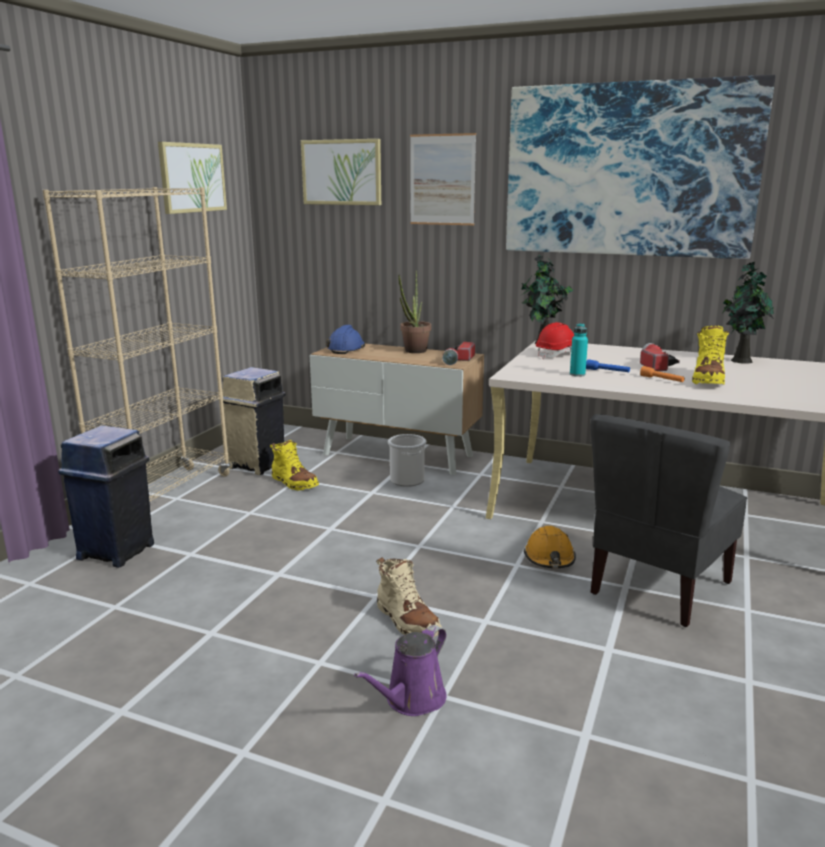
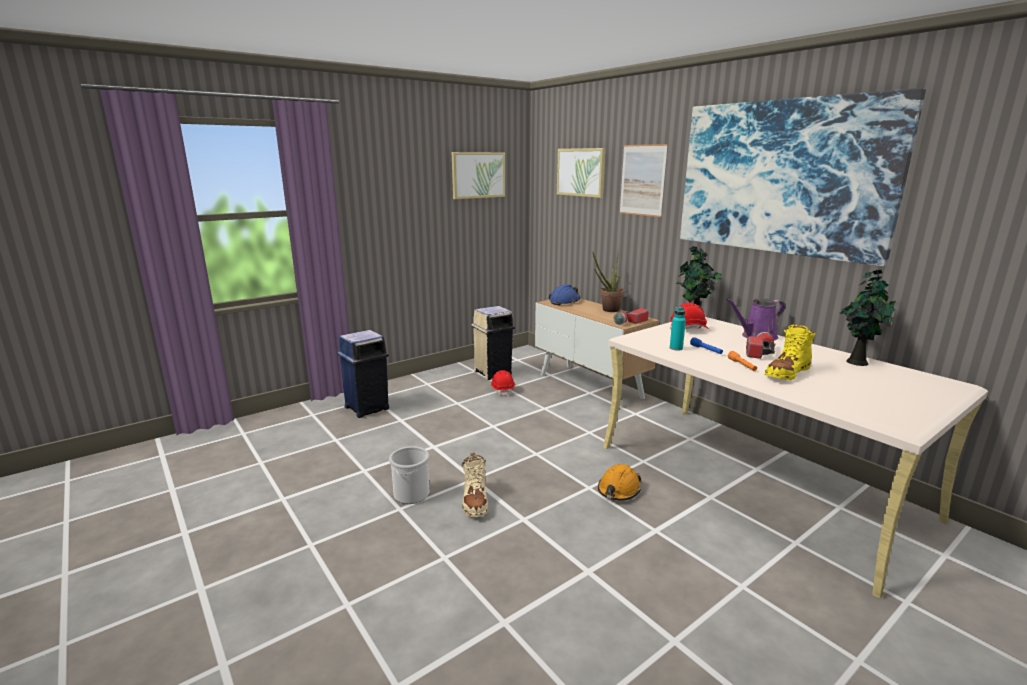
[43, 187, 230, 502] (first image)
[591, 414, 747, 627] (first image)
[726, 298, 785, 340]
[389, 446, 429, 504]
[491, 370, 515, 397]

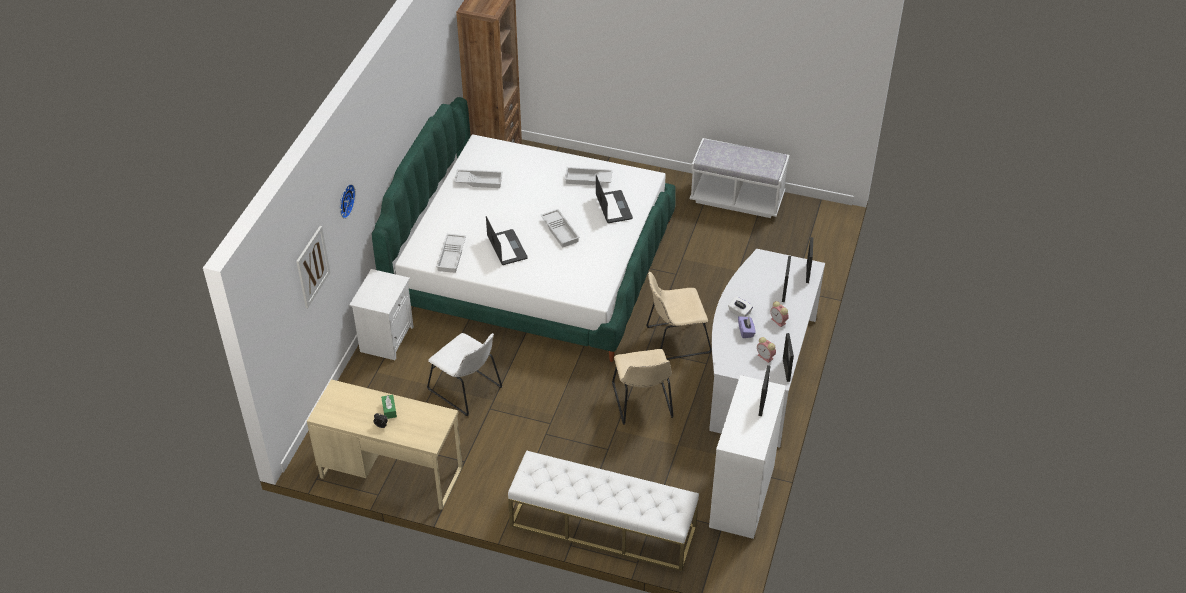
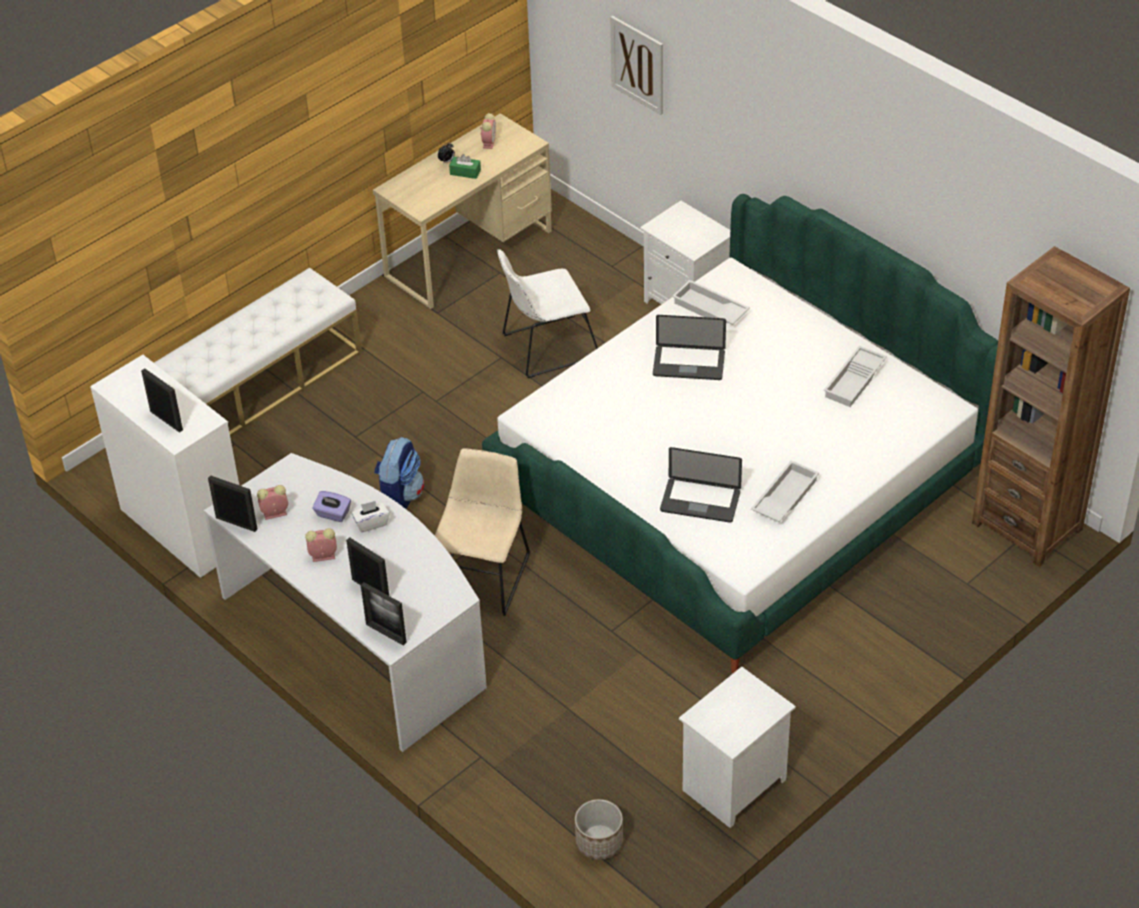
[340, 184, 356, 219] (first image)
[541, 209, 580, 248] (first image)
[480, 113, 496, 149]
[575, 799, 623, 860]
[374, 437, 424, 509]
[679, 667, 796, 828]

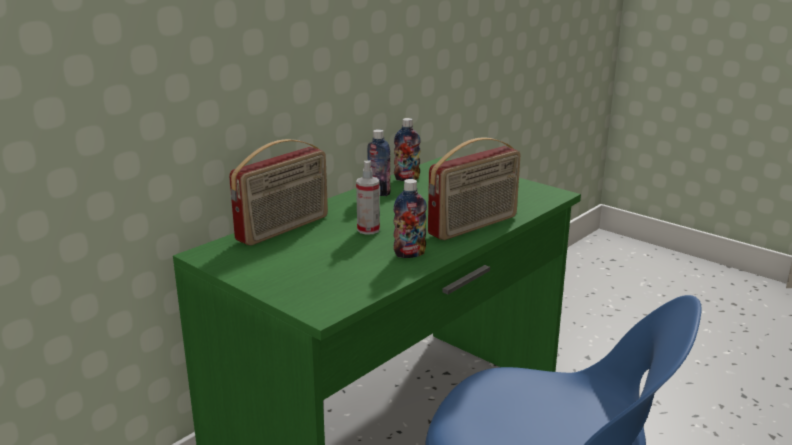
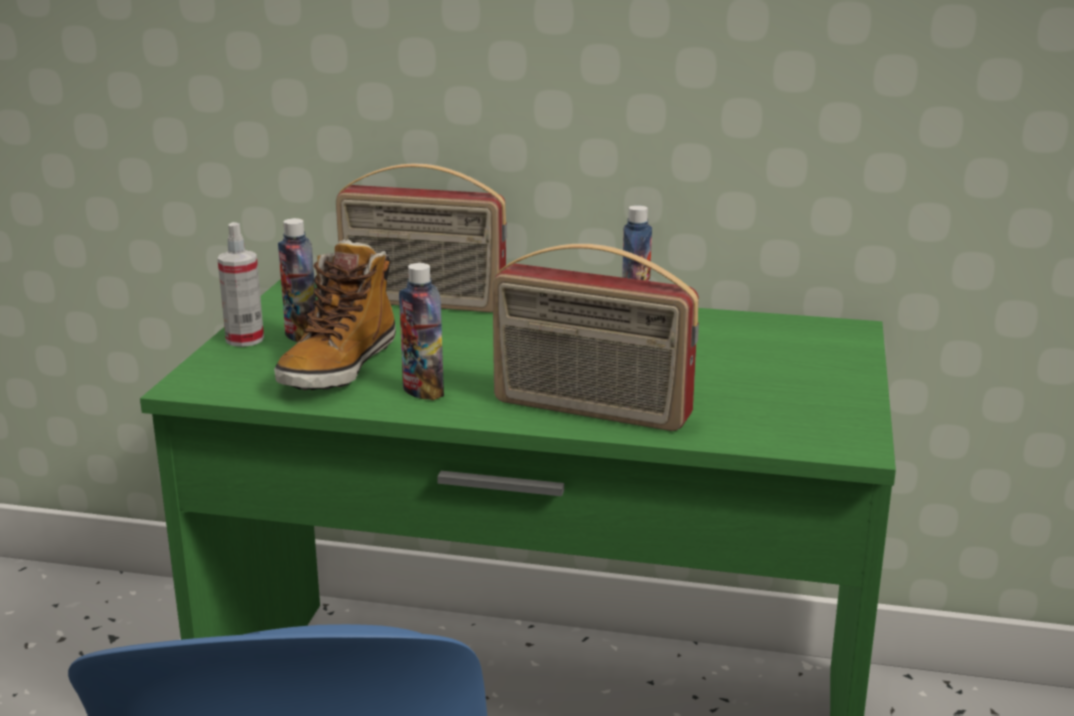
[274, 239, 396, 390]
[217, 222, 264, 347]
[278, 218, 316, 342]

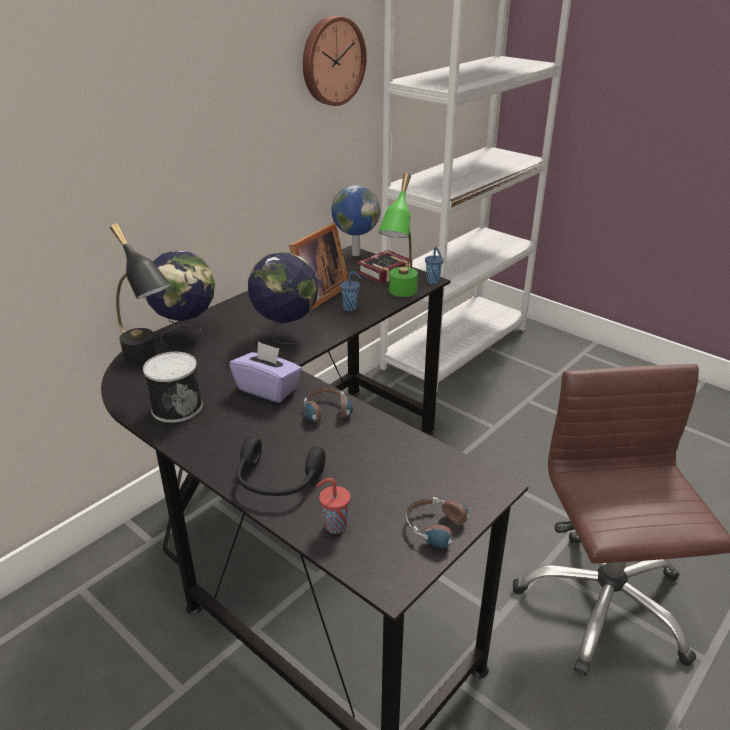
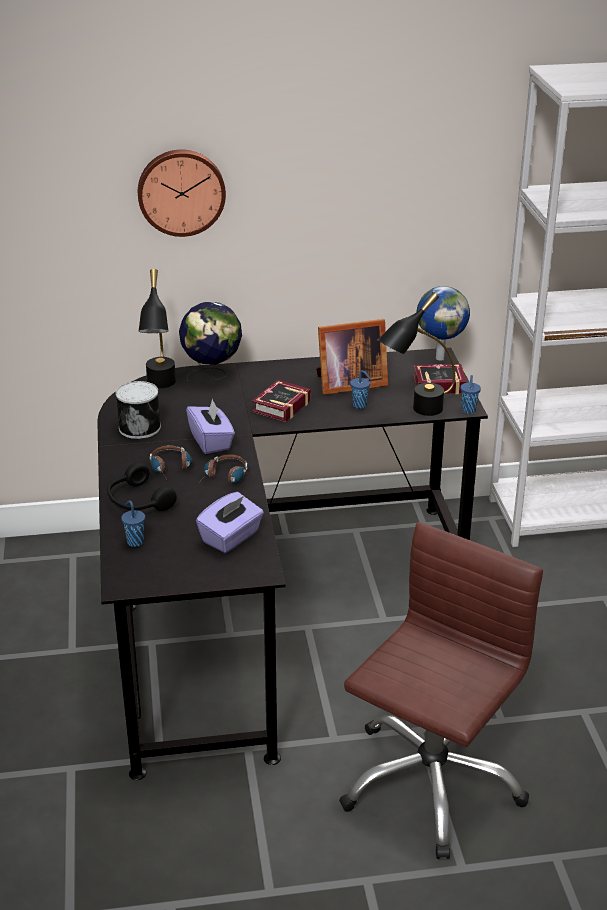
[196, 492, 264, 553]
[138, 150, 226, 237]
[150, 445, 192, 478]
[252, 380, 311, 422]
[121, 500, 145, 547]
[378, 292, 455, 416]

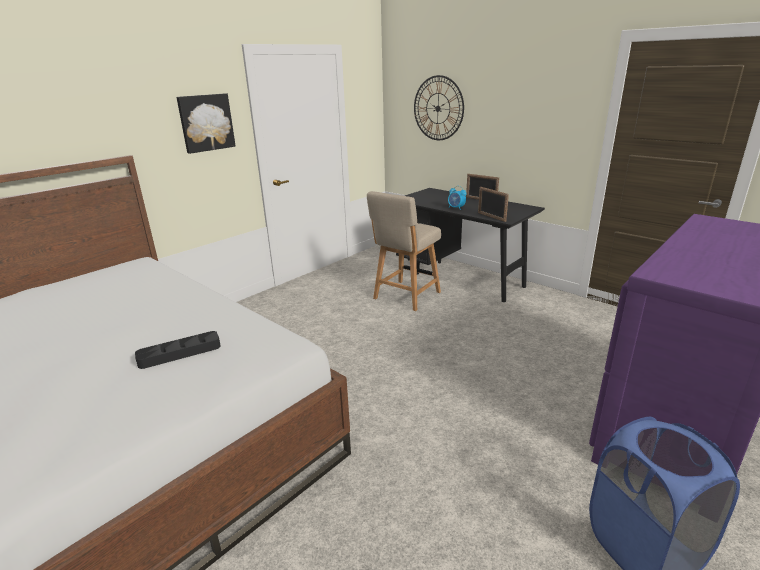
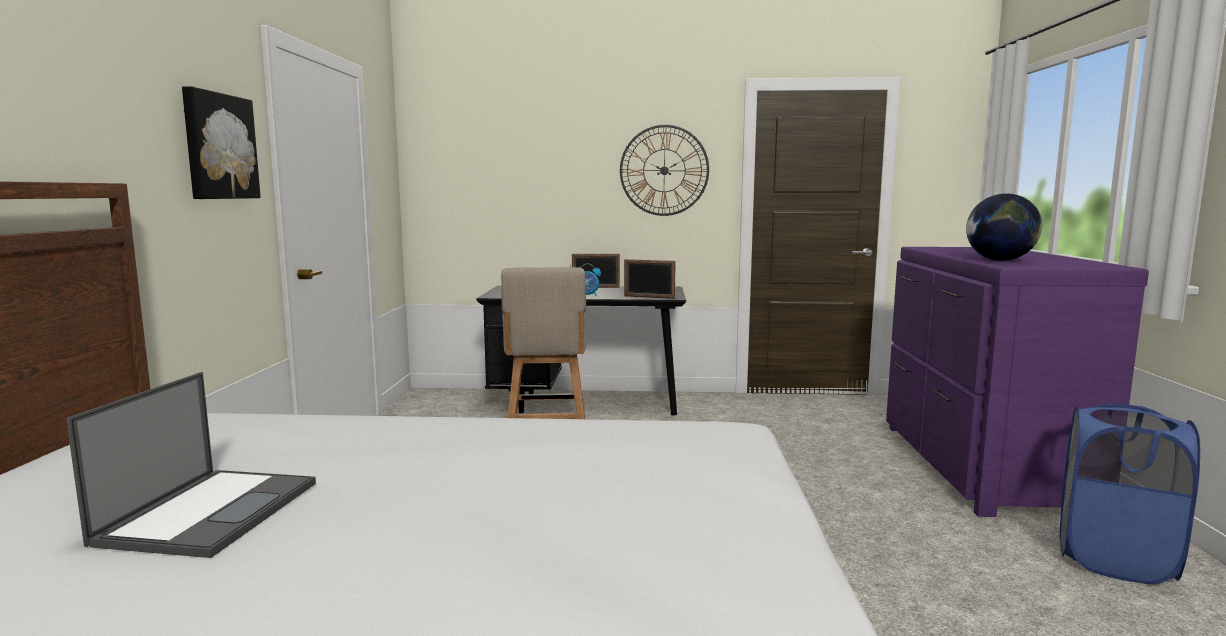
[135, 331, 221, 369] (first image)
[66, 372, 316, 558]
[966, 193, 1042, 261]
[620, 125, 709, 216]

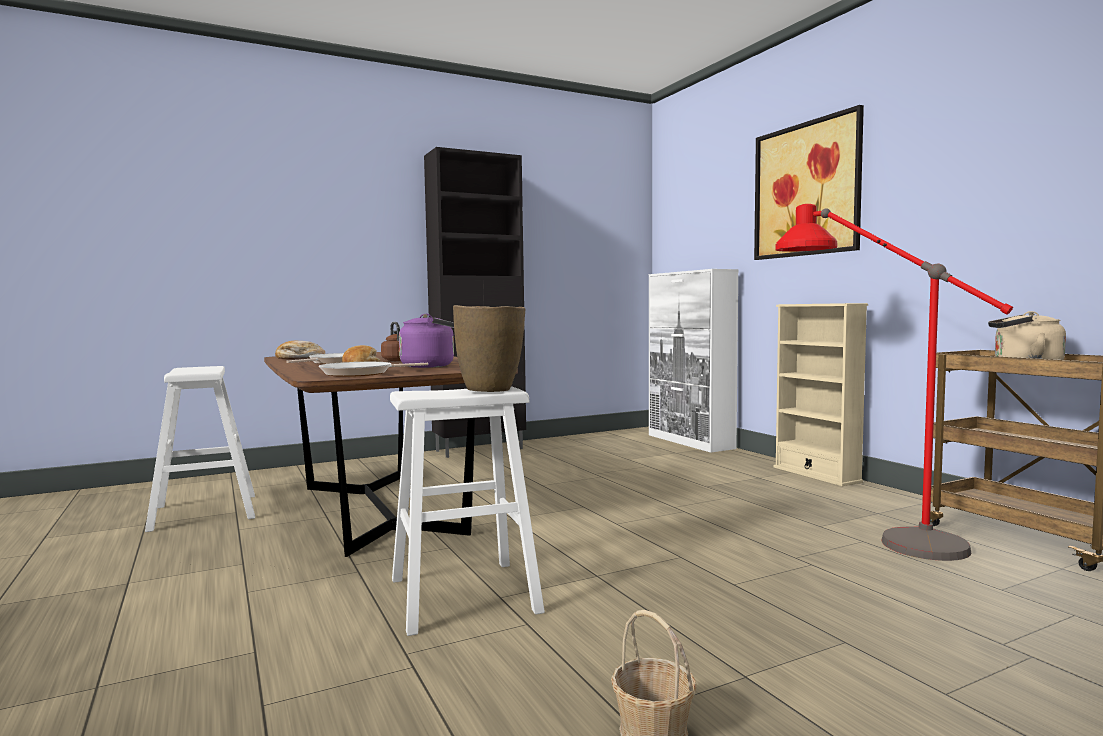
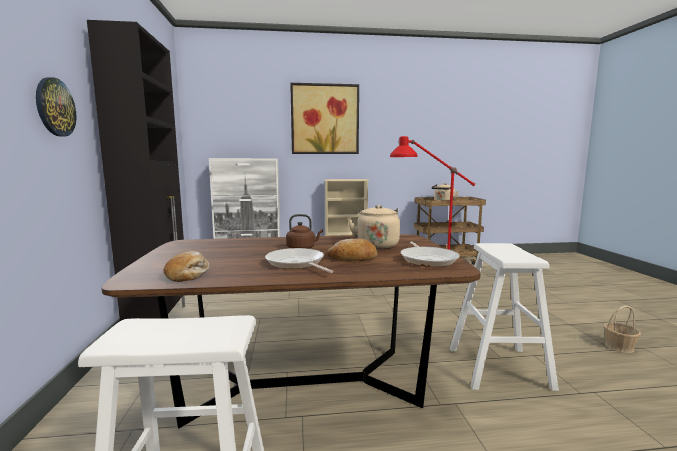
[453, 305, 525, 392] (first image)
[36, 77, 77, 137]
[348, 205, 400, 249]

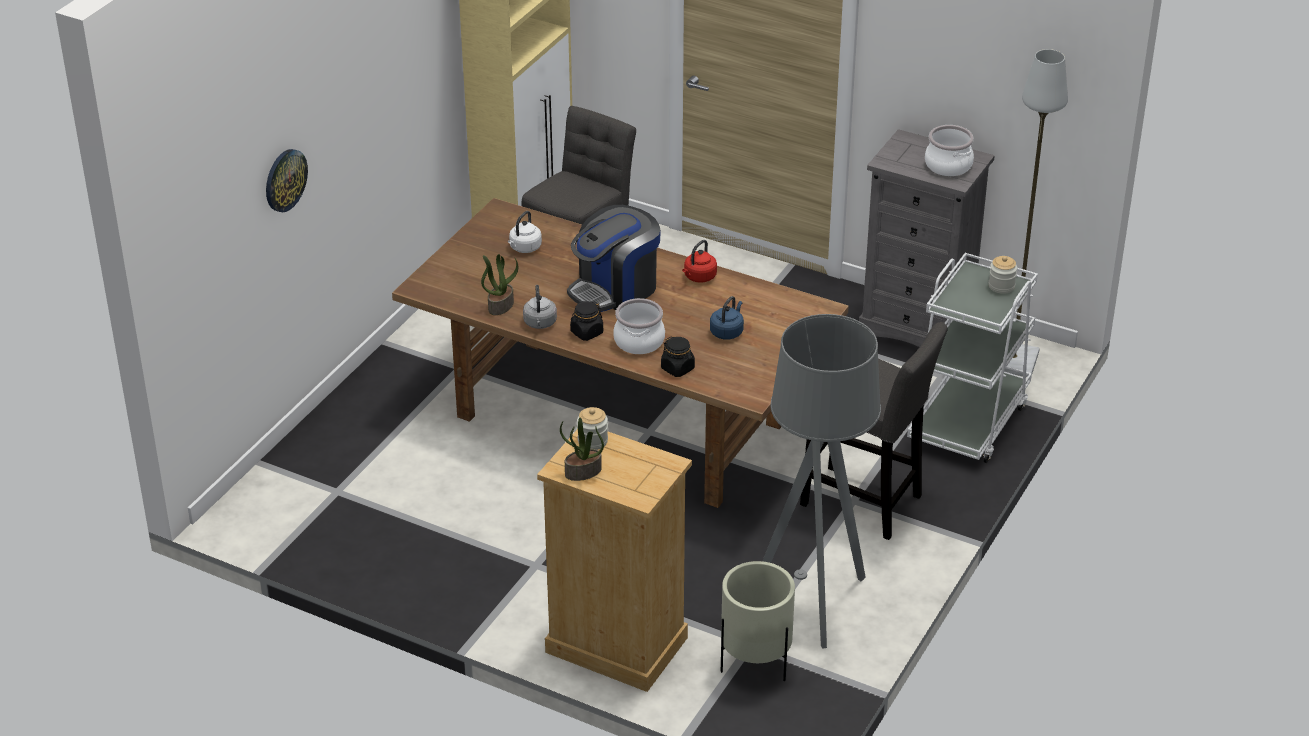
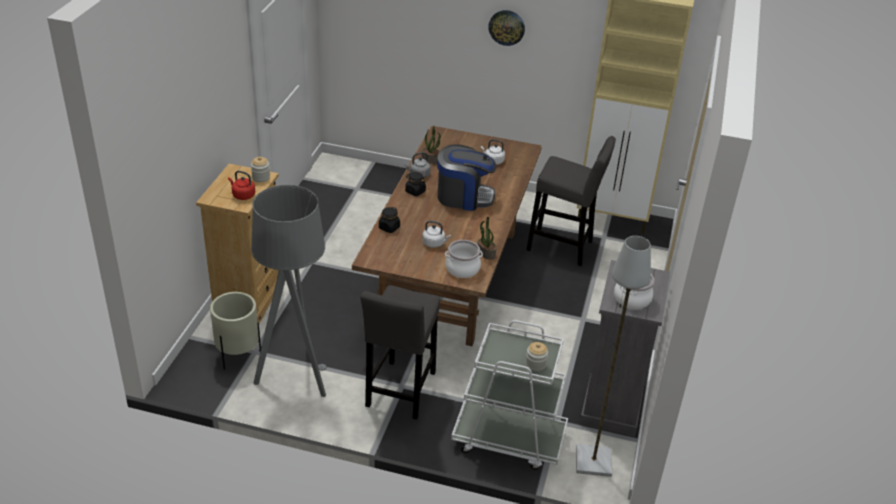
[488, 10, 525, 46]
[478, 217, 496, 260]
[445, 240, 483, 278]
[228, 171, 255, 200]
[422, 221, 451, 248]
[437, 144, 497, 211]

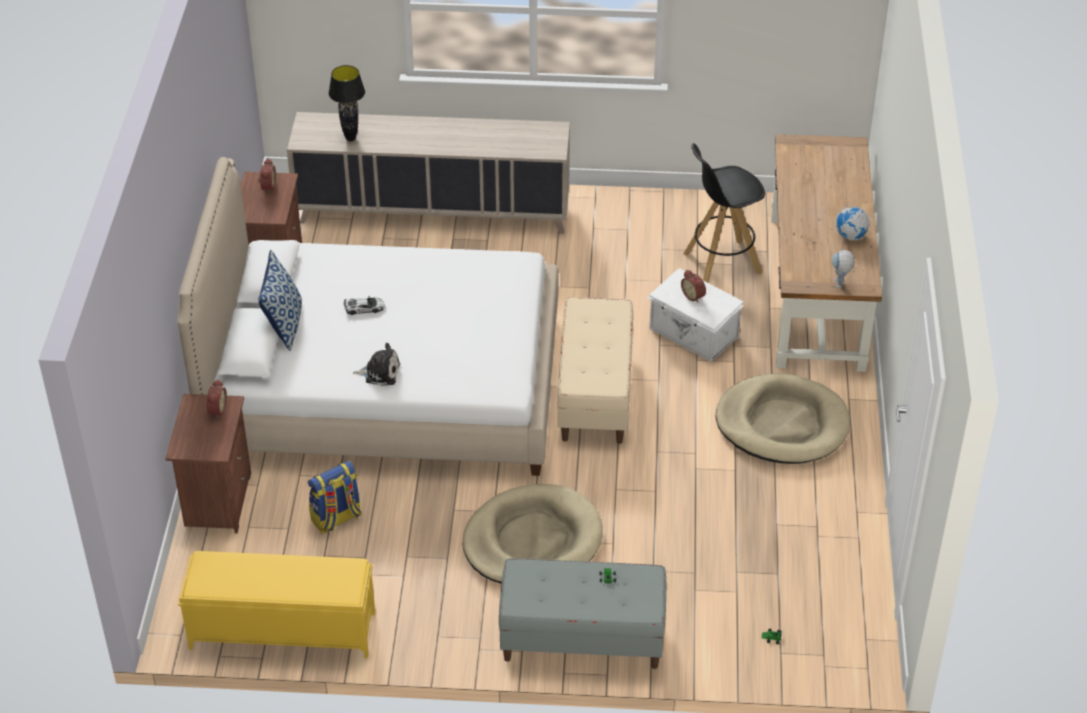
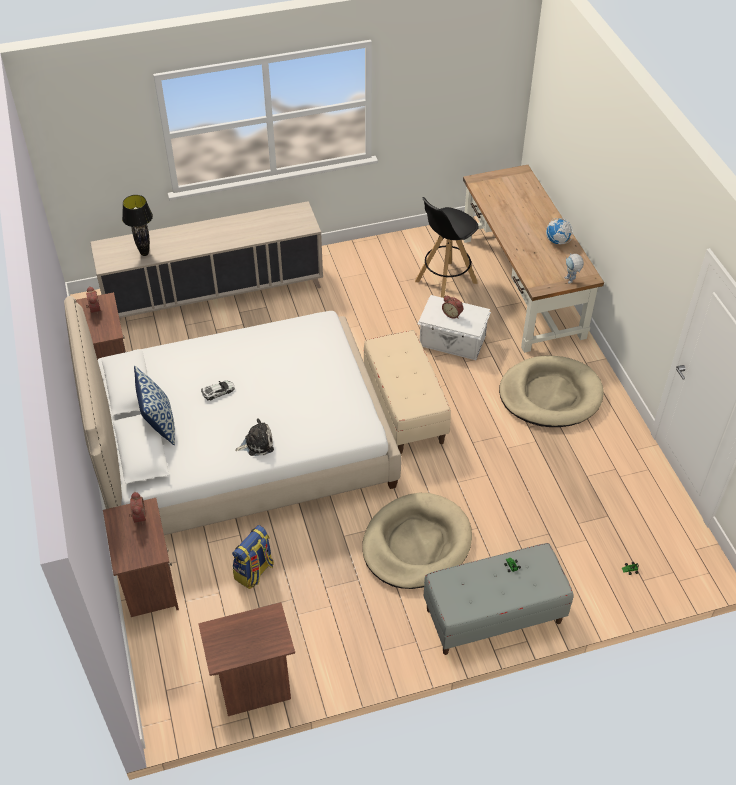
[198, 602, 295, 716]

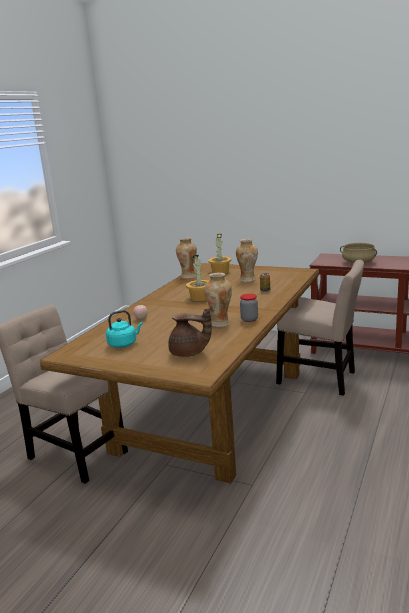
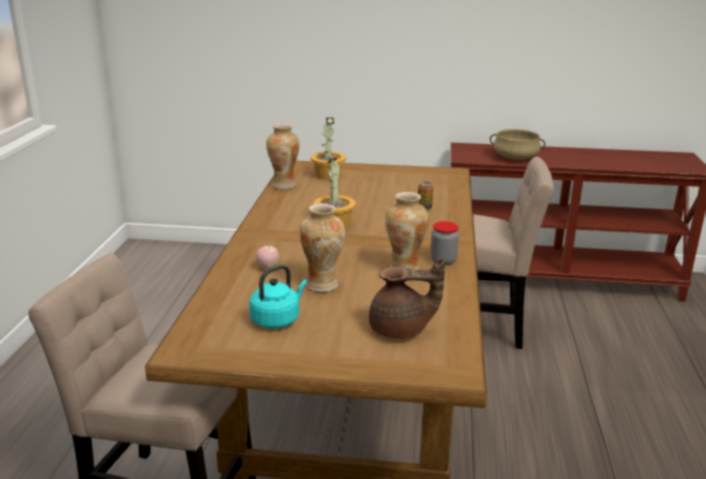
[300, 203, 345, 292]

